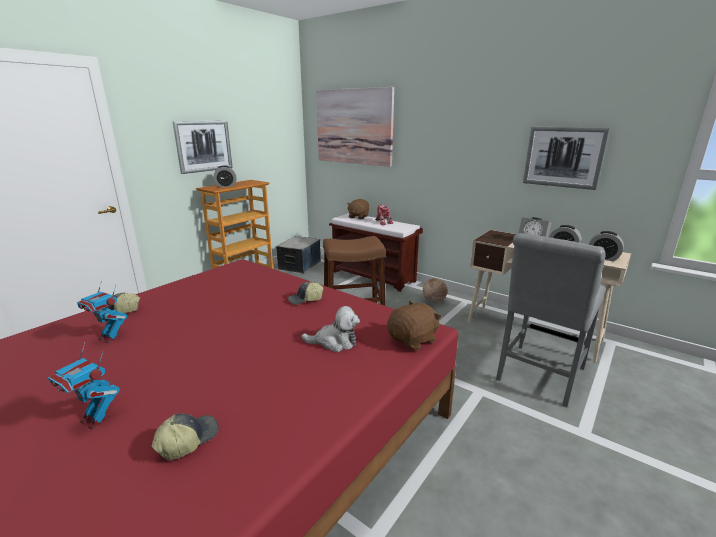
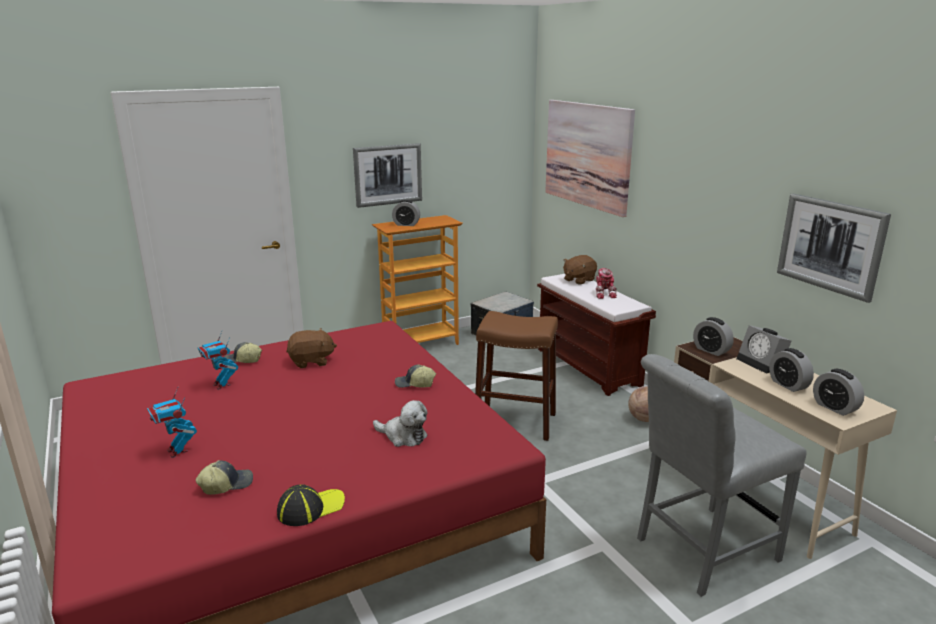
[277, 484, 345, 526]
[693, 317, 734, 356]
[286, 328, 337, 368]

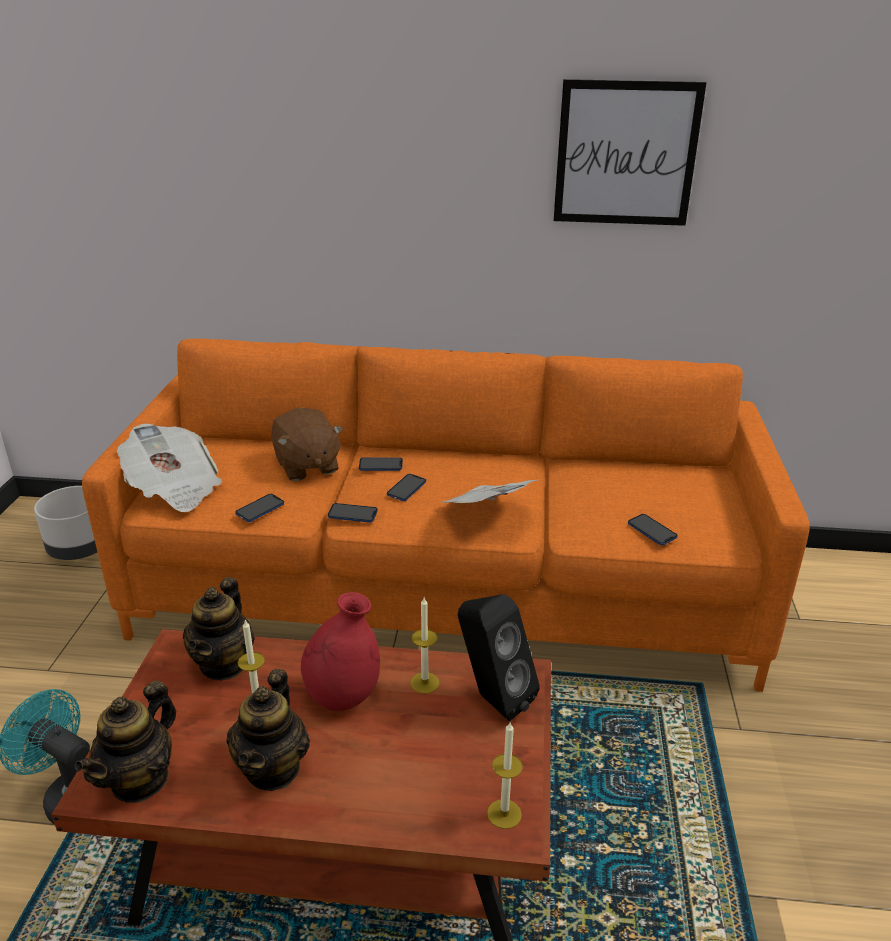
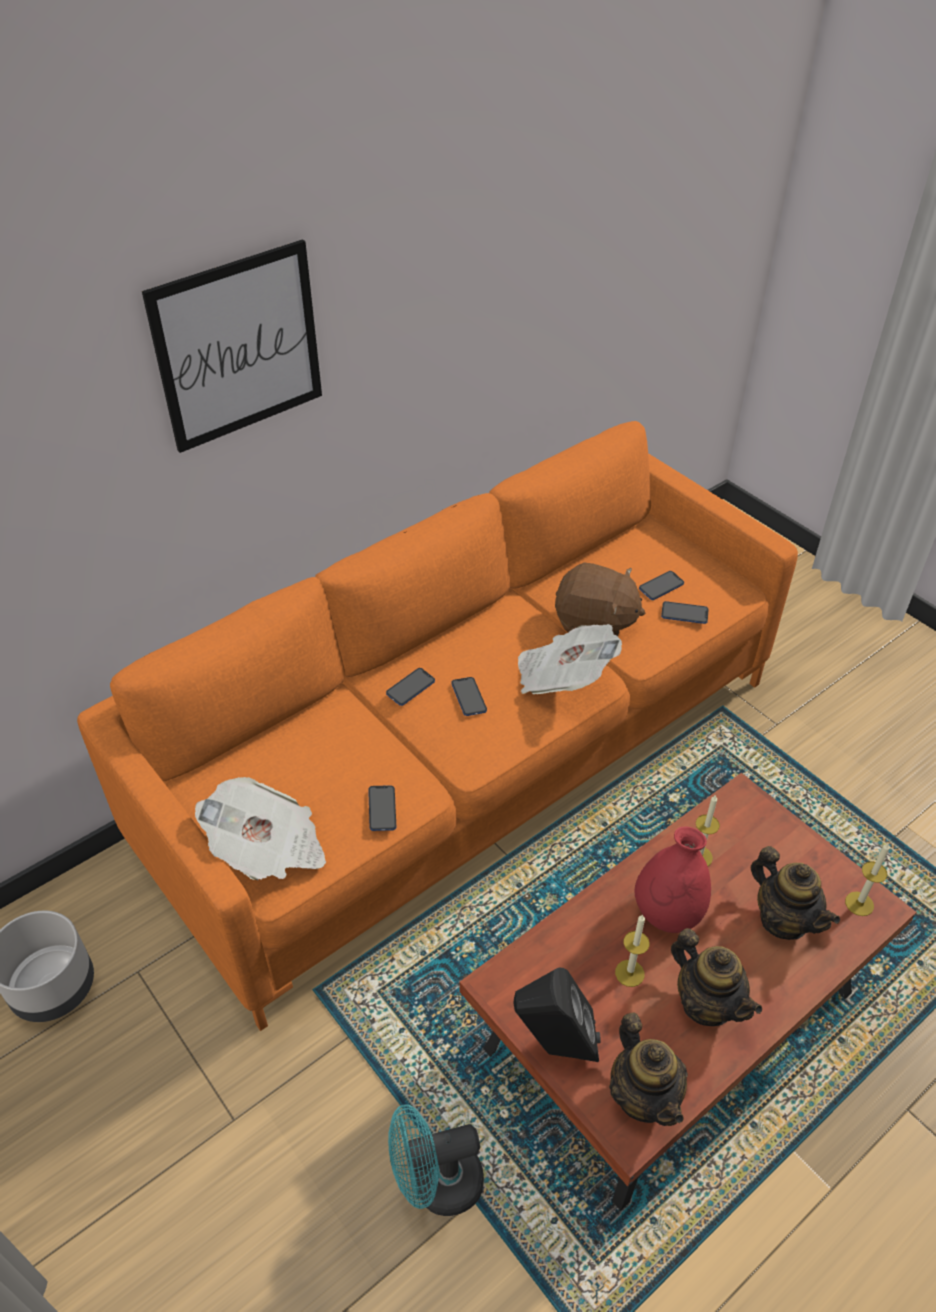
[751, 846, 840, 940]
[555, 562, 645, 636]
[639, 571, 684, 600]
[514, 968, 601, 1062]
[142, 239, 322, 453]

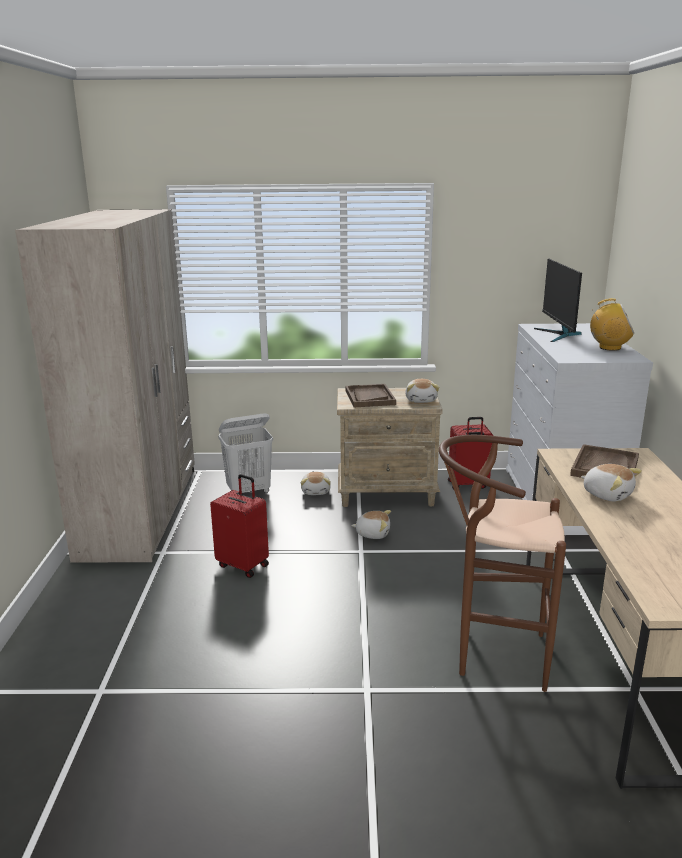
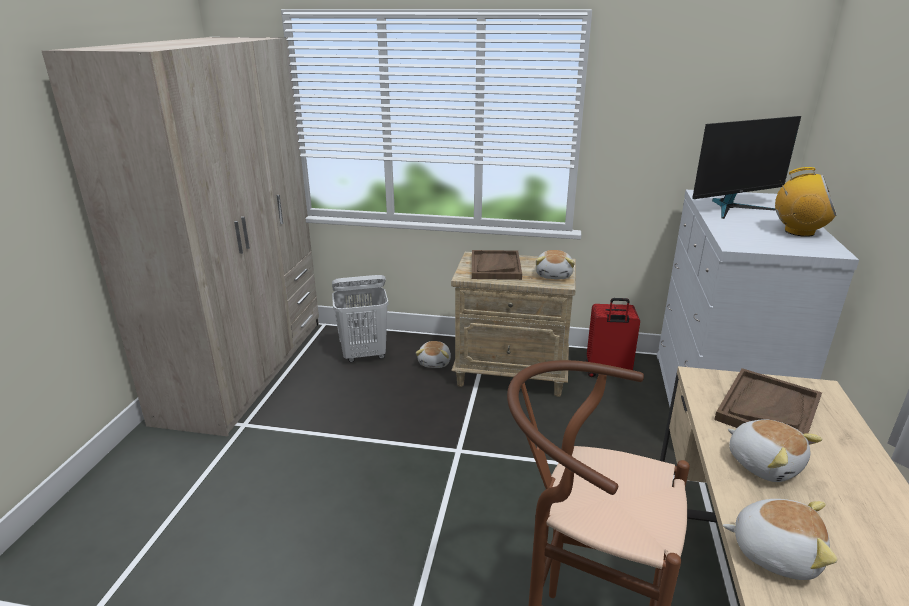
[210, 474, 269, 578] (first image)
[722, 499, 837, 580]
[692, 116, 801, 219]

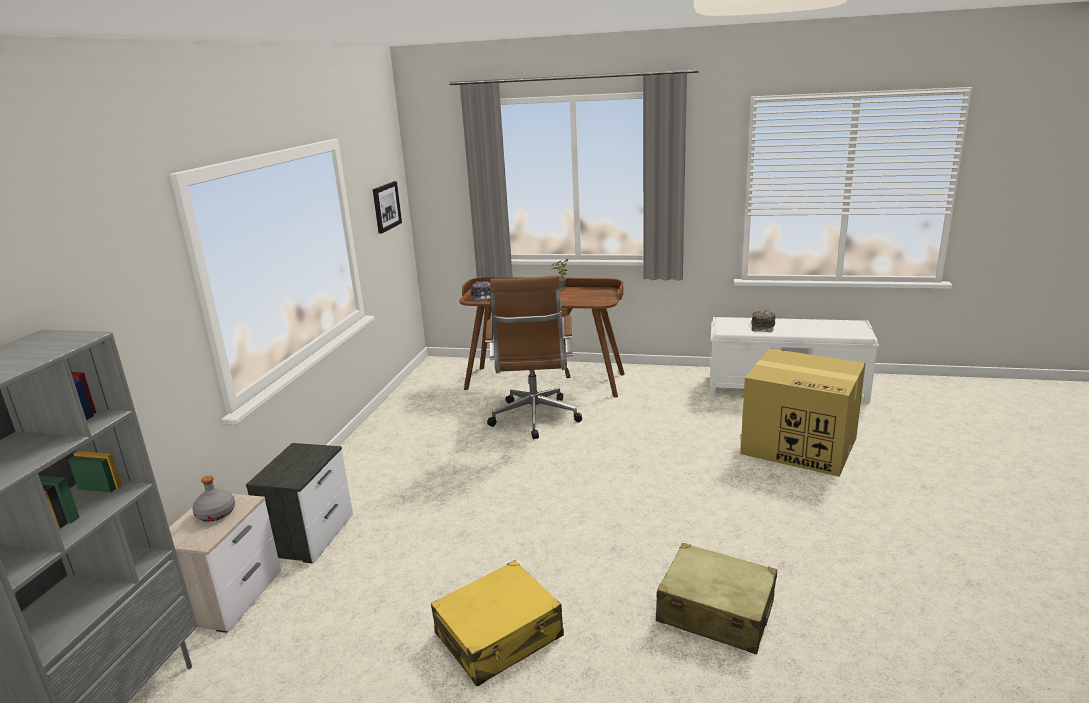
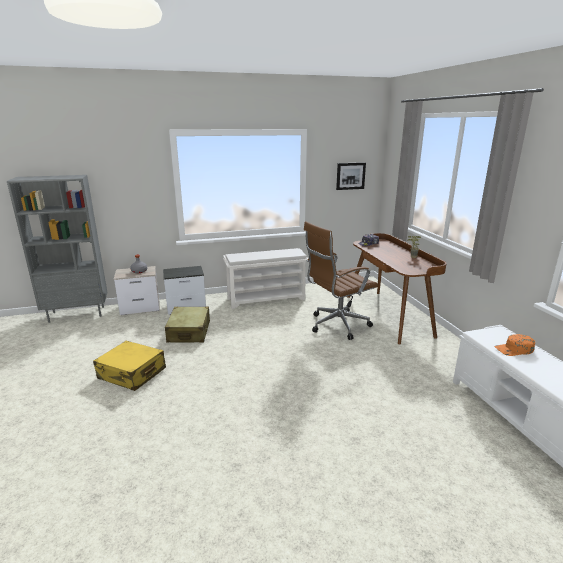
[741, 348, 865, 477] (first image)
[223, 248, 309, 309]
[165, 307, 210, 343]
[495, 334, 535, 356]

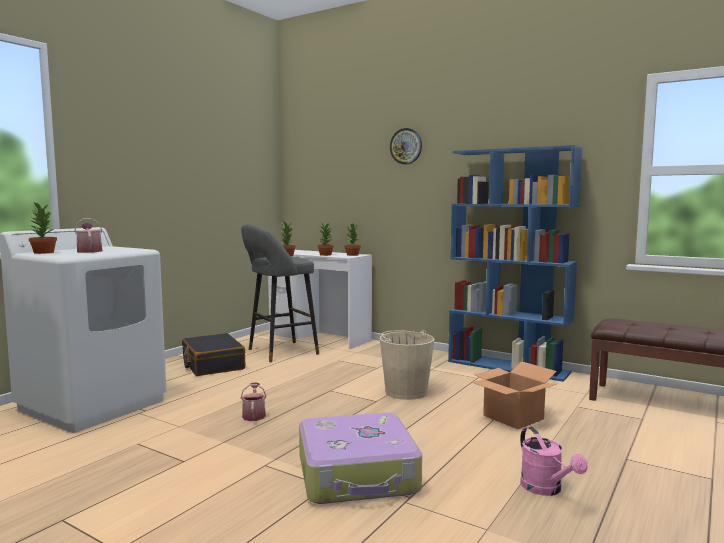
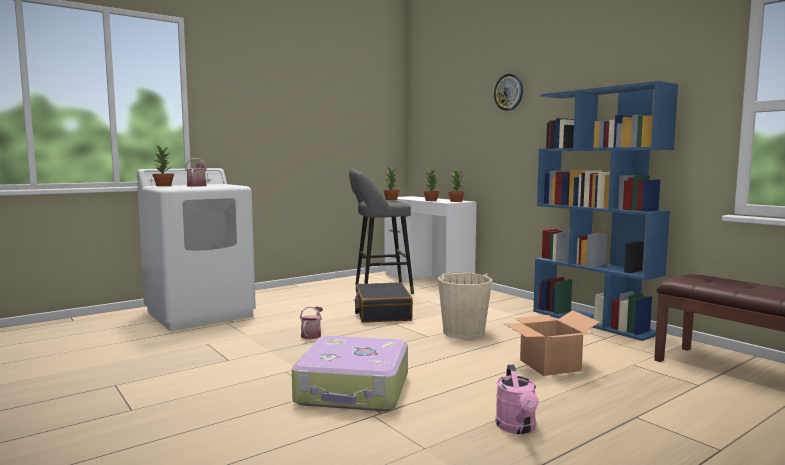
[354, 282, 413, 323]

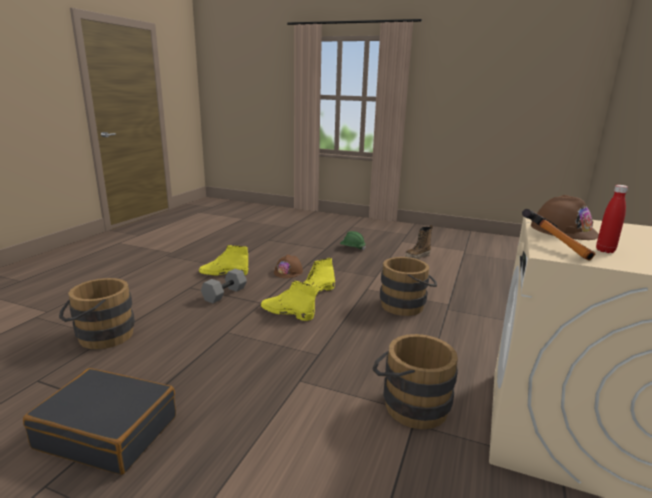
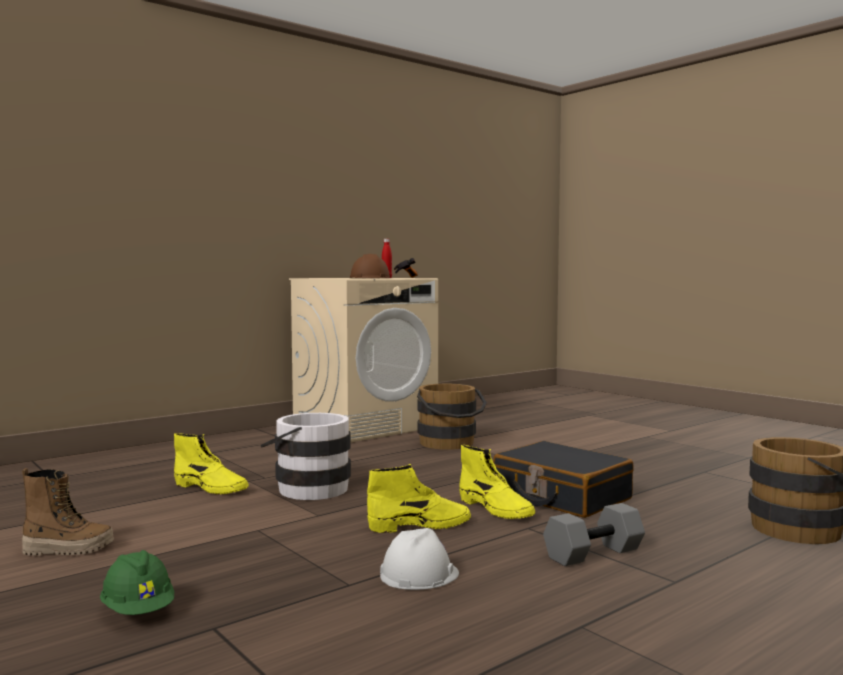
[493, 441, 634, 518]
[174, 433, 249, 494]
[380, 528, 459, 590]
[260, 413, 351, 500]

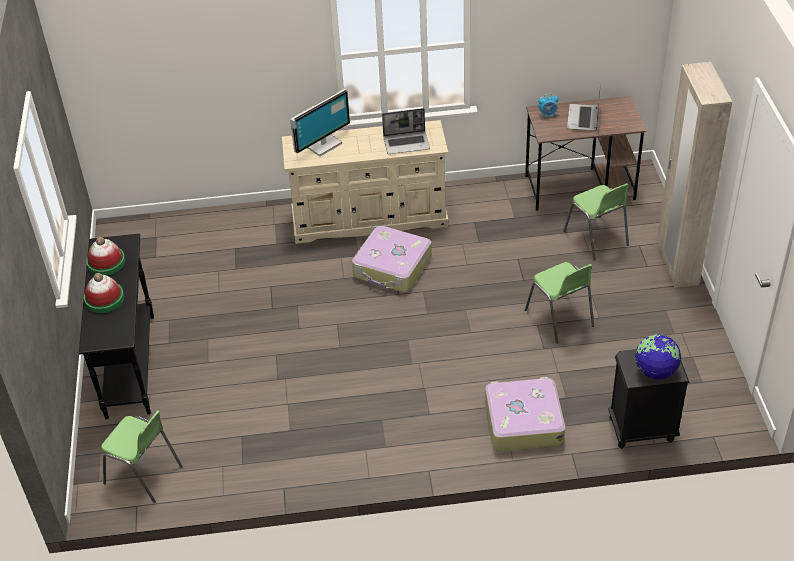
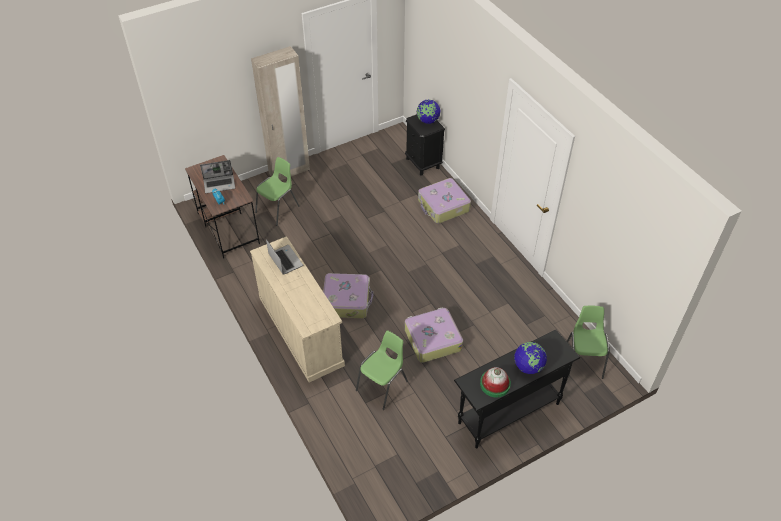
[290, 89, 350, 157] (first image)
[405, 307, 463, 363]
[356, 330, 408, 410]
[514, 342, 547, 374]

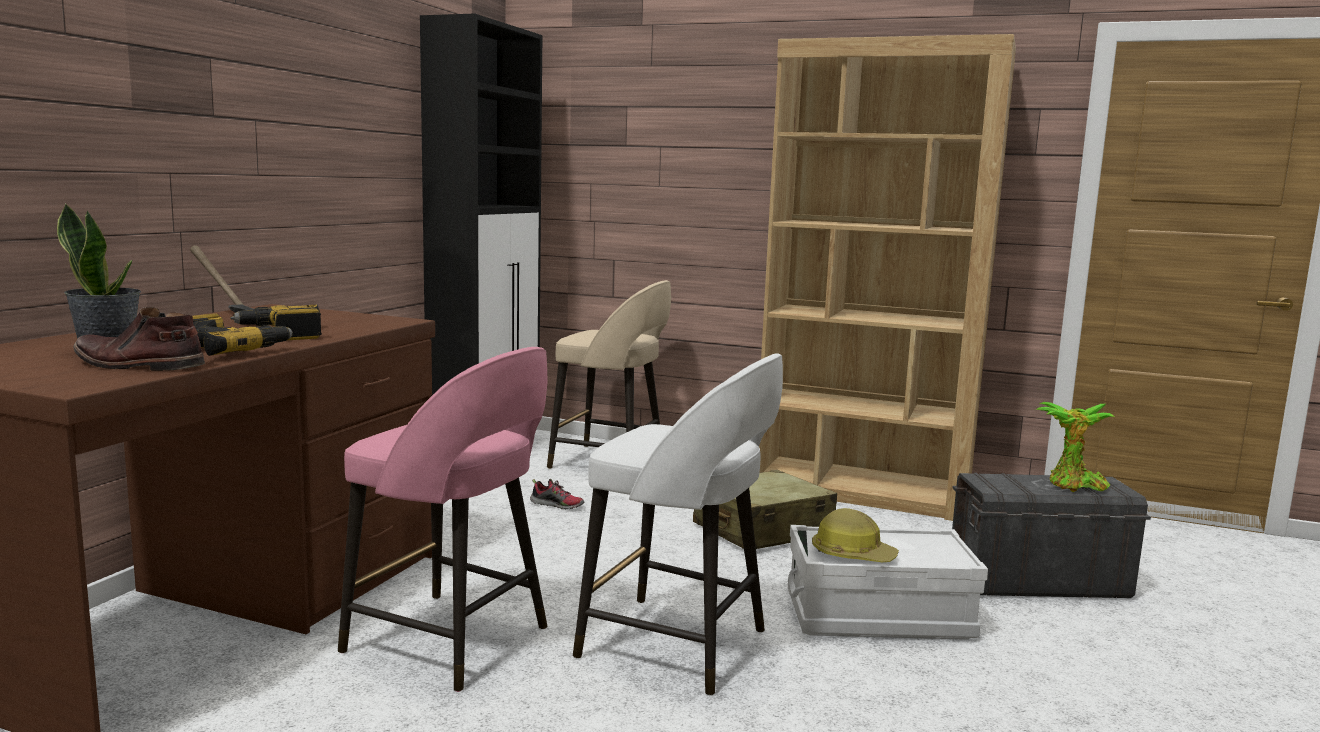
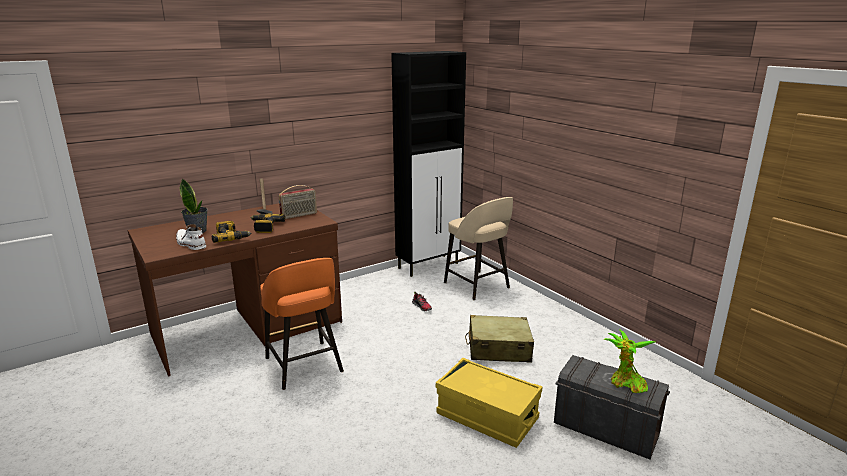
[573, 353, 783, 696] (first image)
[759, 34, 1016, 521] (first image)
[812, 508, 899, 562] (first image)
[279, 185, 317, 219]
[176, 224, 206, 250]
[260, 258, 344, 390]
[436, 358, 542, 448]

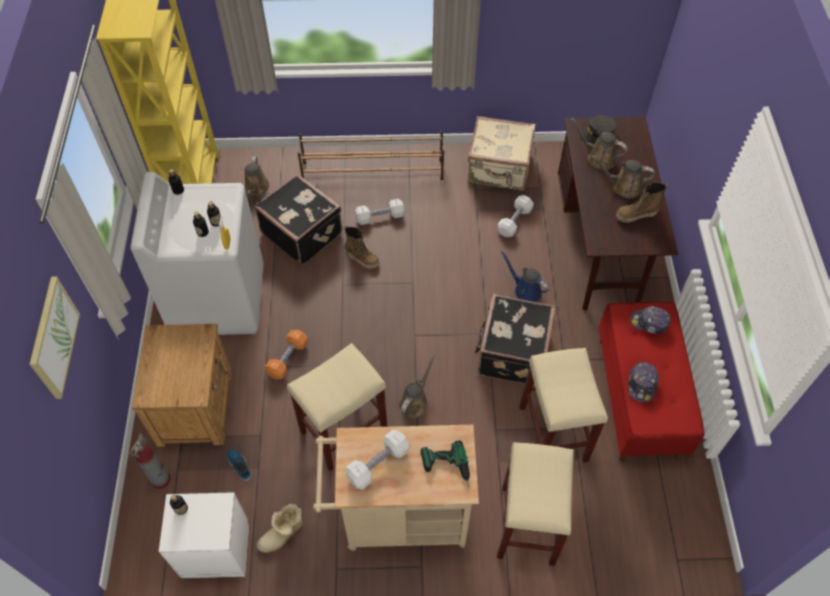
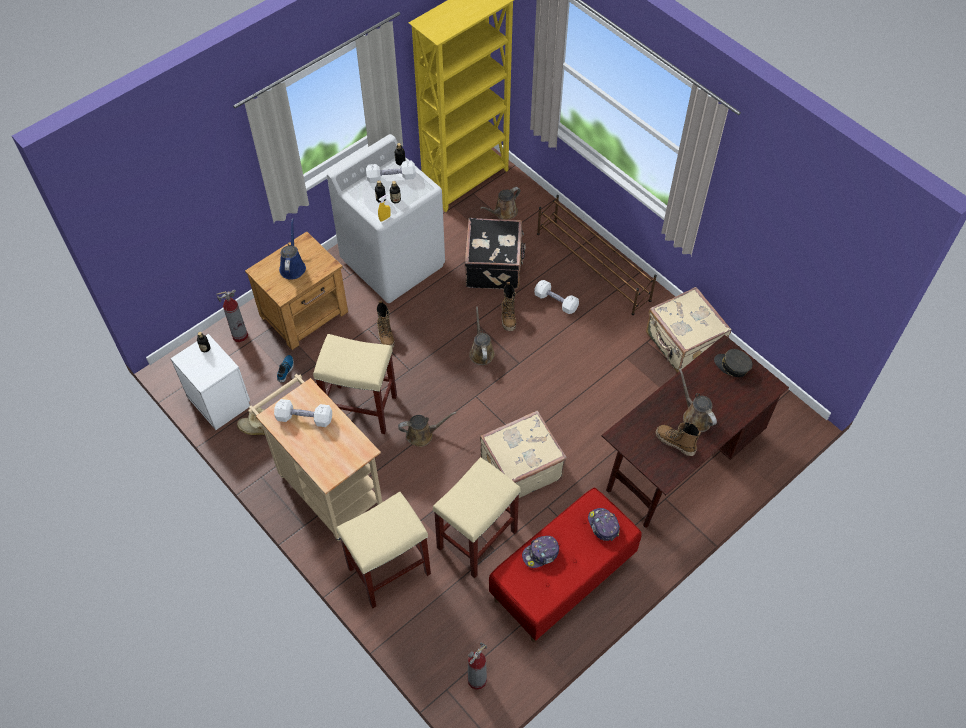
[29, 276, 80, 399] (first image)
[421, 440, 470, 490] (first image)
[468, 642, 487, 690]
[366, 161, 416, 183]
[279, 218, 306, 280]
[469, 306, 495, 365]
[377, 300, 395, 349]
[480, 410, 567, 498]

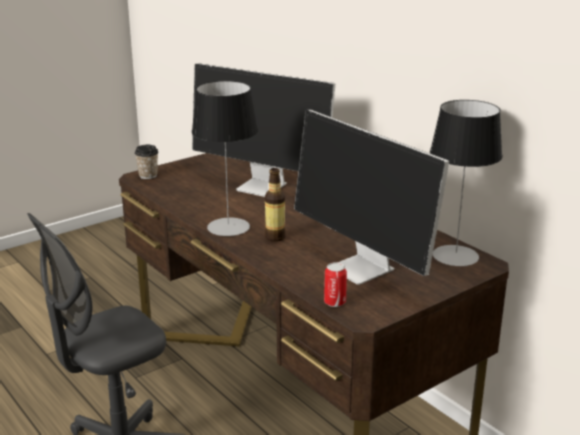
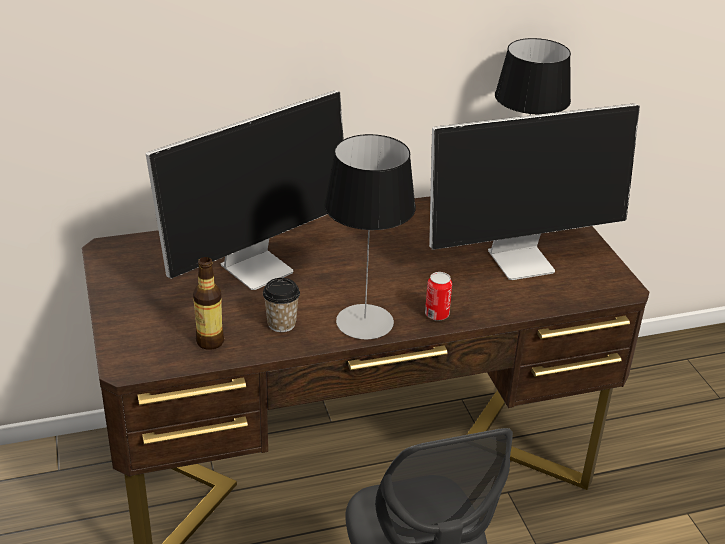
[263, 278, 300, 332]
[193, 257, 224, 350]
[425, 272, 452, 321]

